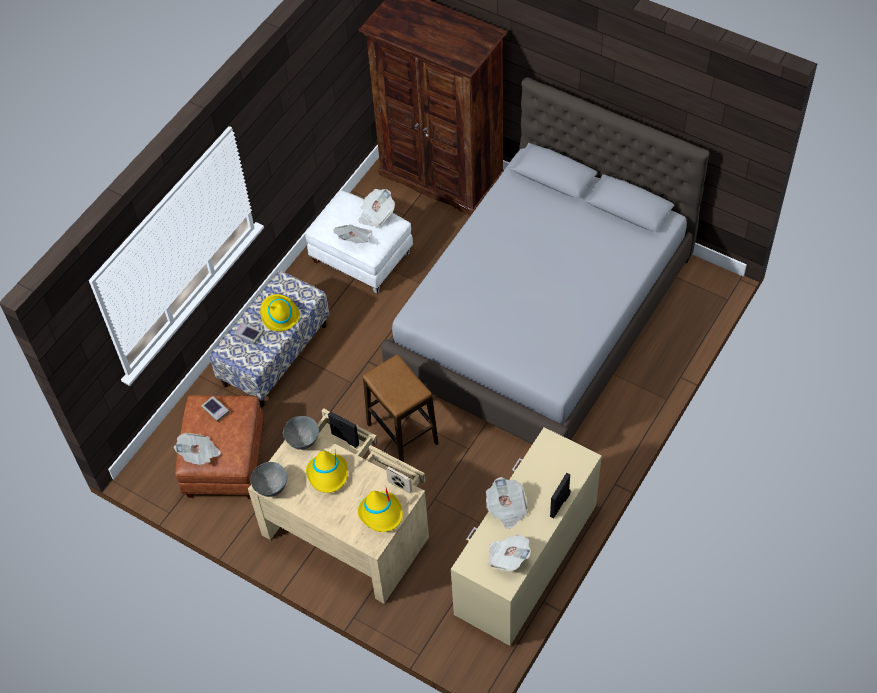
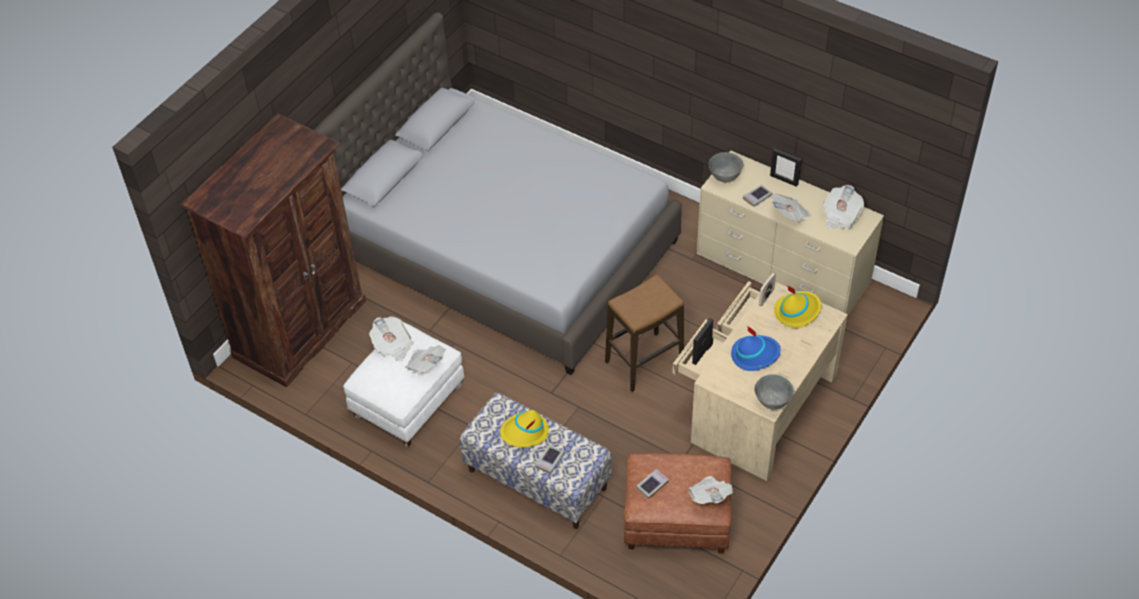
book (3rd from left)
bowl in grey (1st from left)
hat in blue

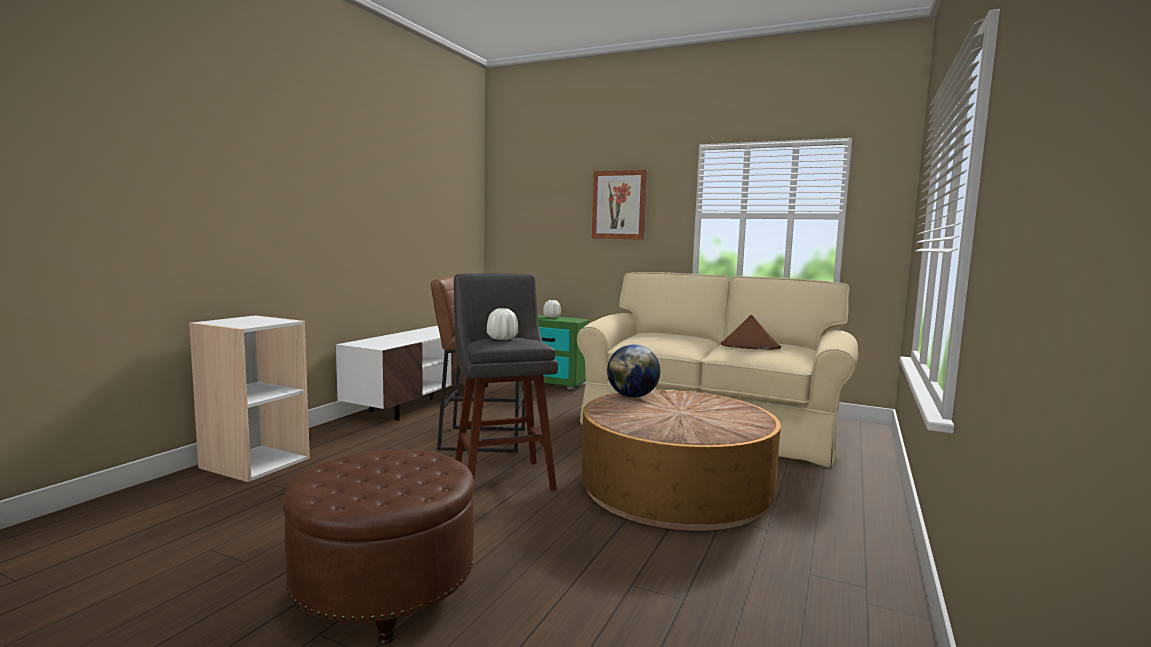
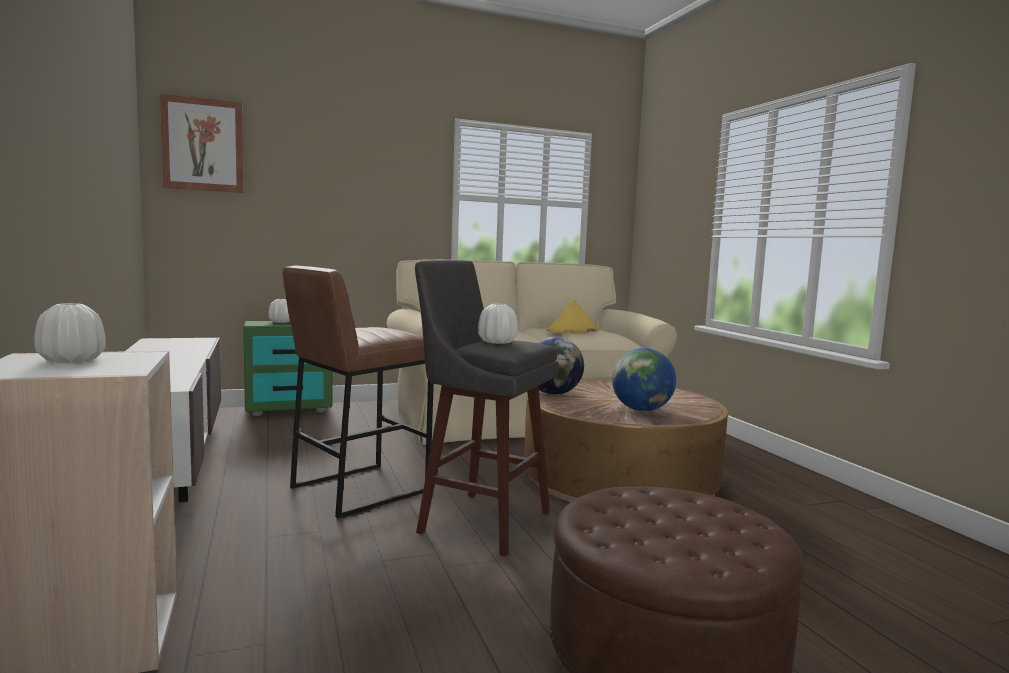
vase in white (1st from left)
globe (2nd from left)
picture
hat in yellow

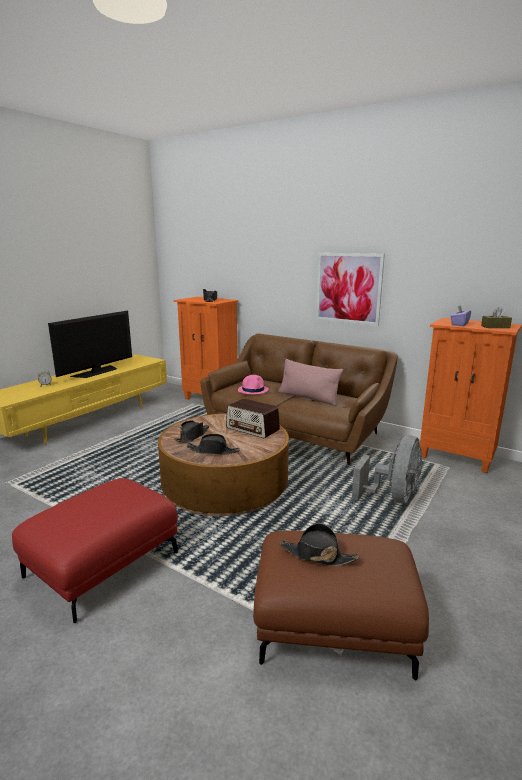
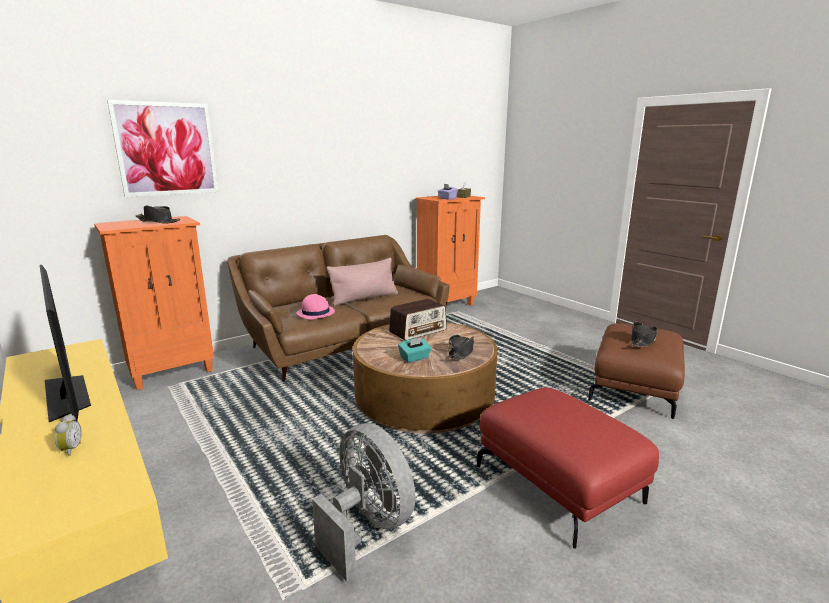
picture
fan in grey
tissue box in turquoise

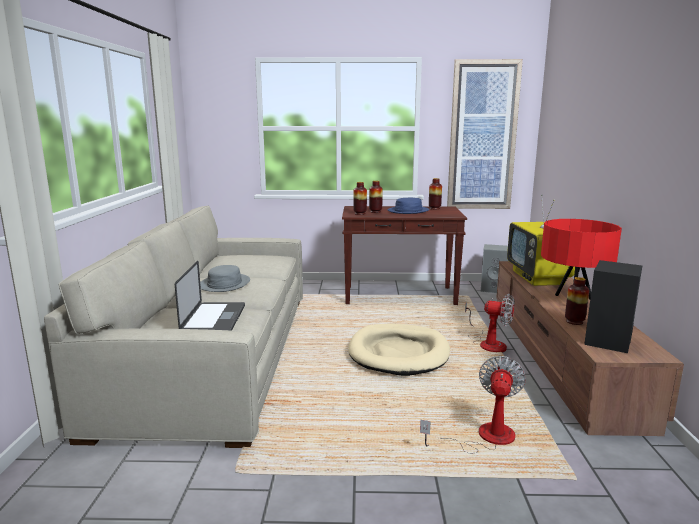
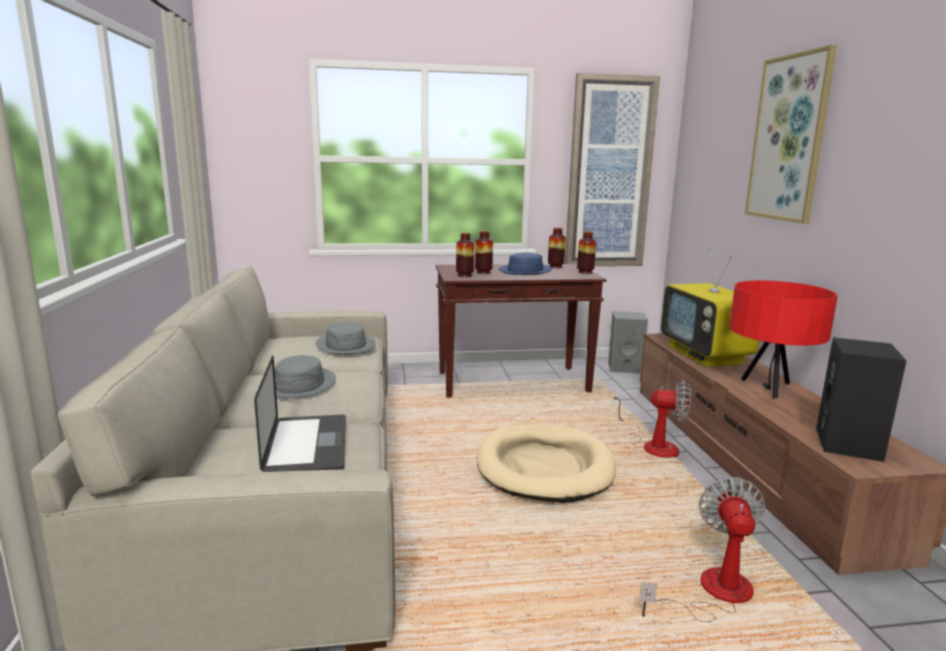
hat in grey (2nd from left)
picture (2nd from left)
vase (4th from left)

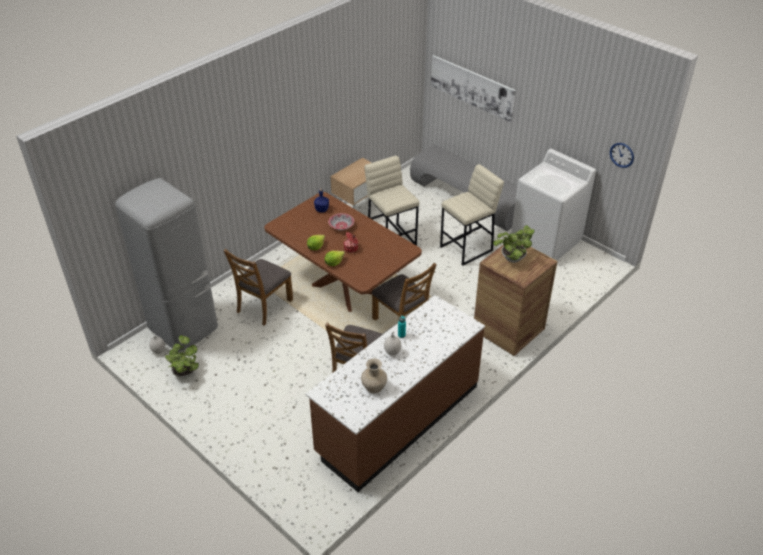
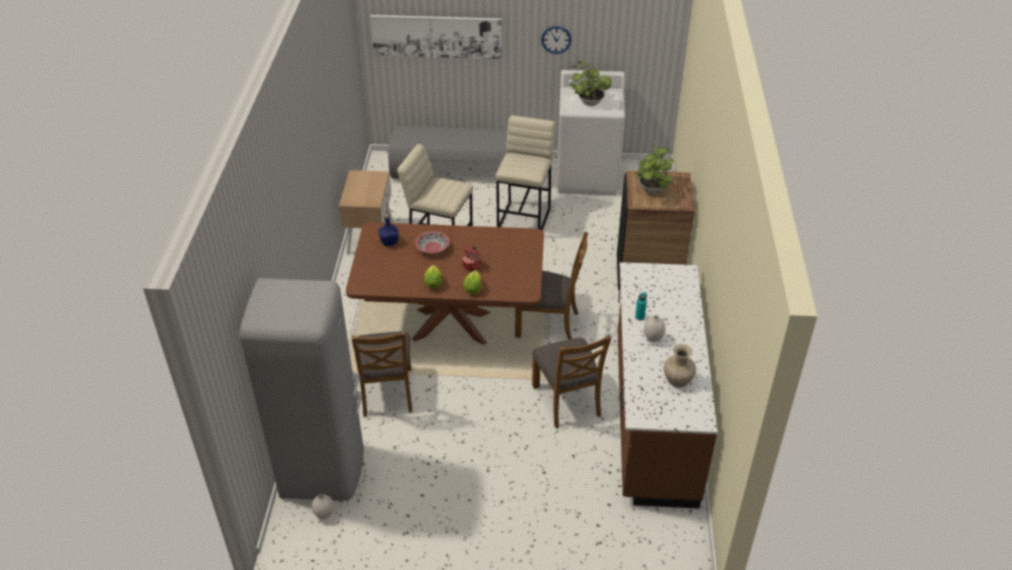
potted plant (1st from left)
wall clock

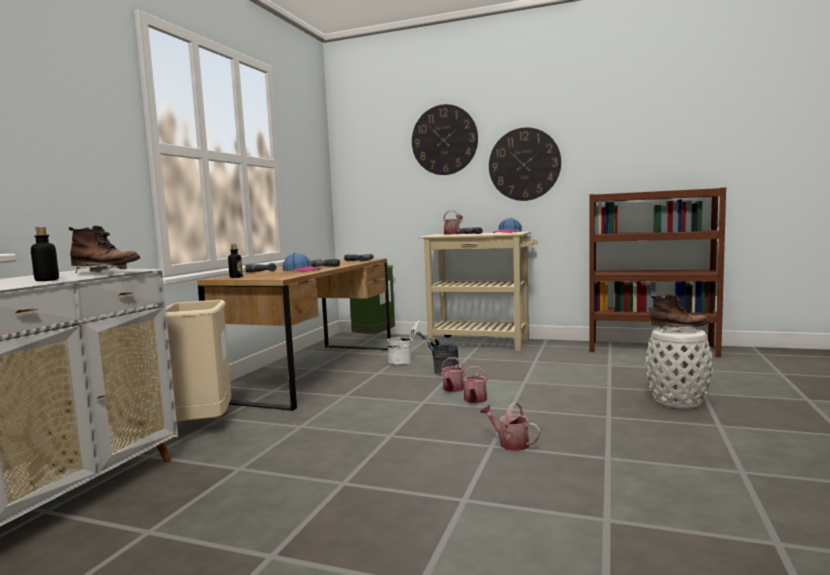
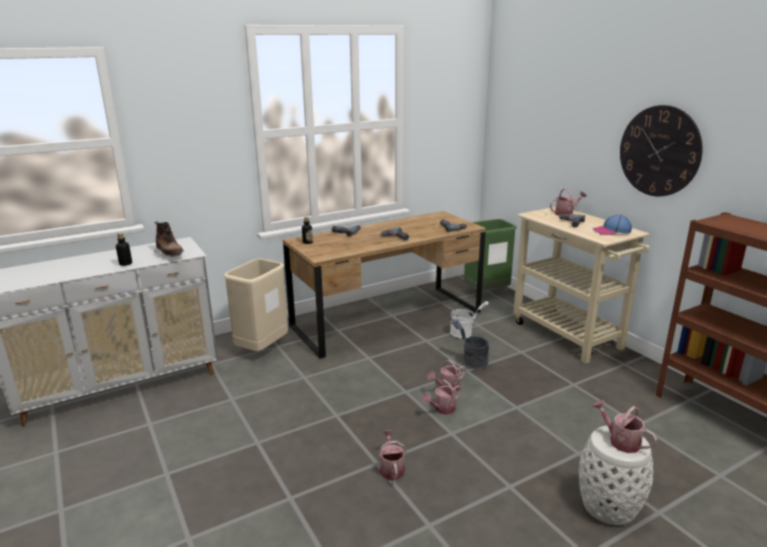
cap (1st from left in the first image)
wall clock (1st from left in the first image)
watering can (5th from left)

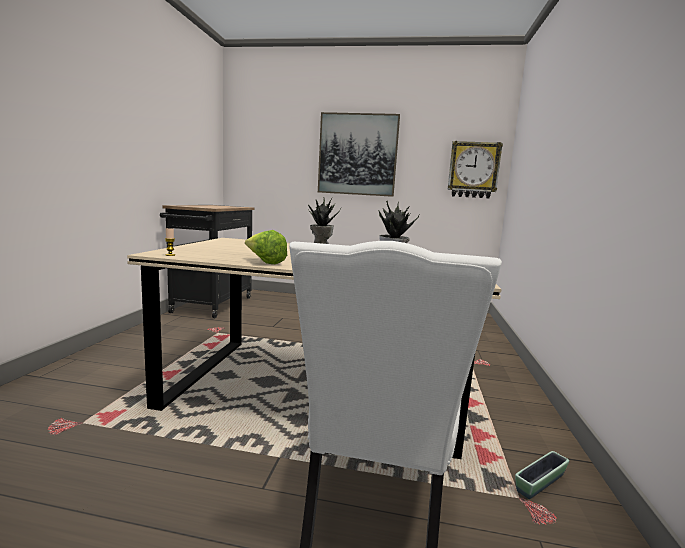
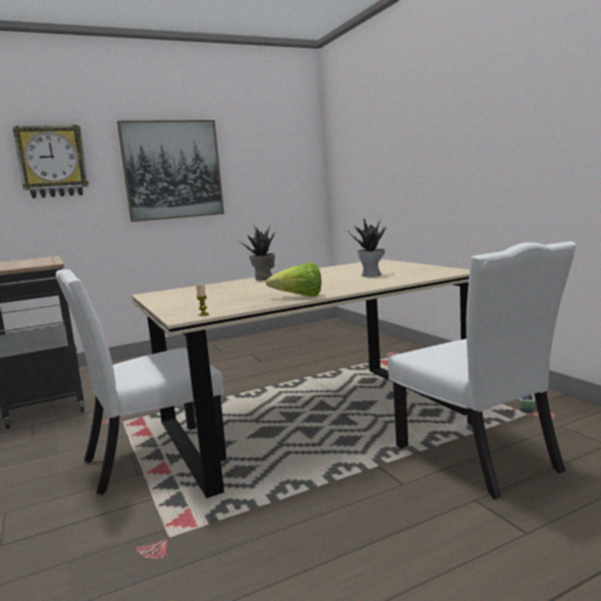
chair in white (1st from left)
wall clock

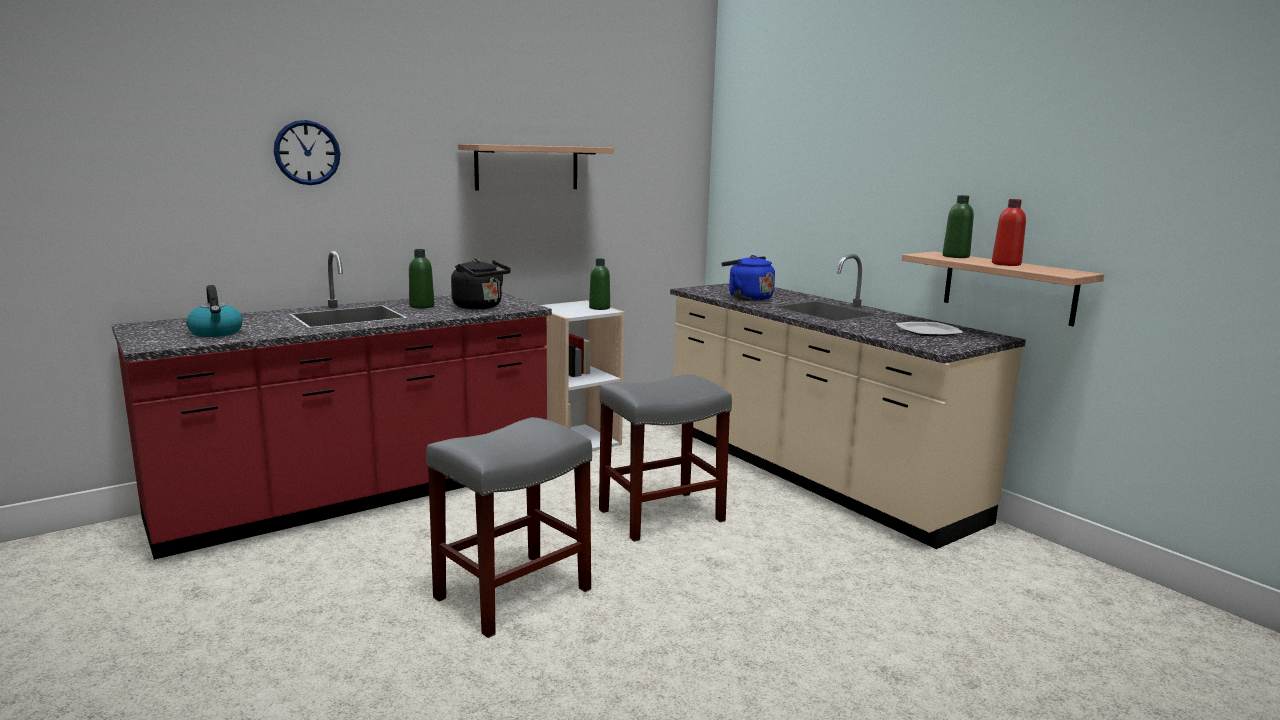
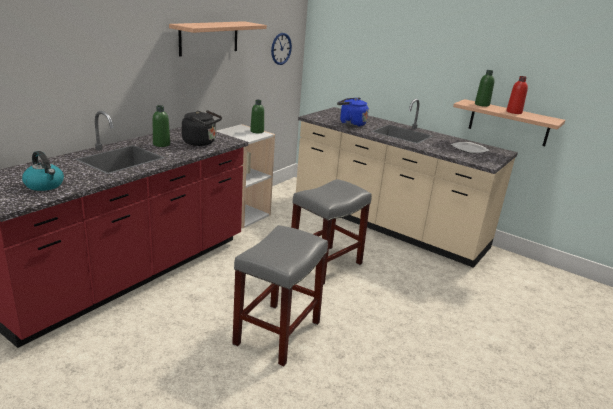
wall clock

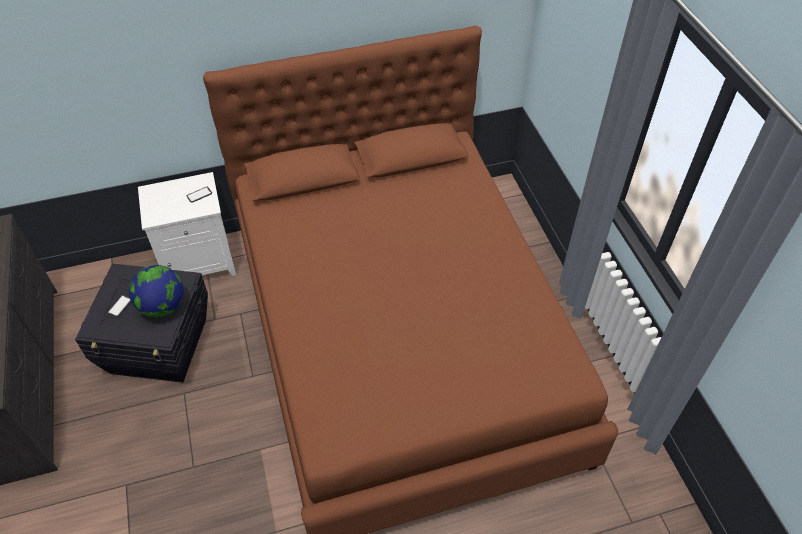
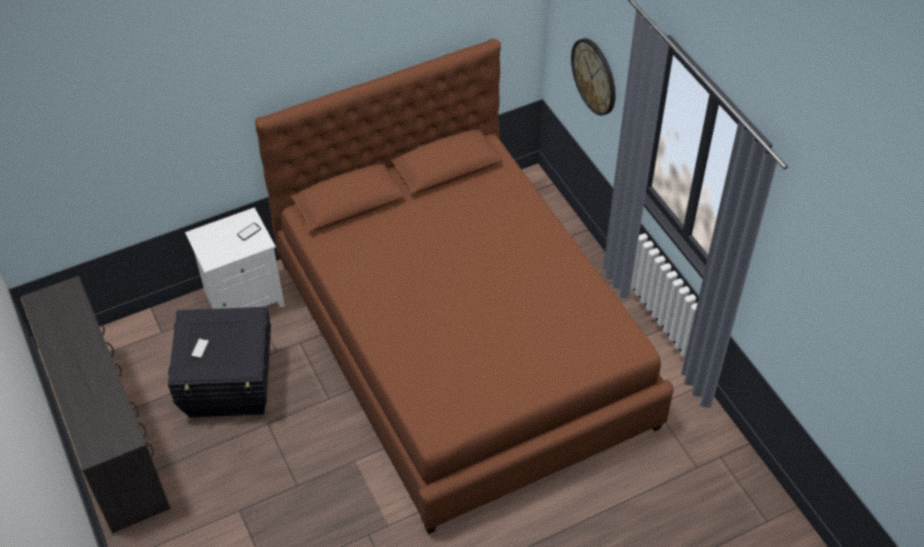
globe
wall clock

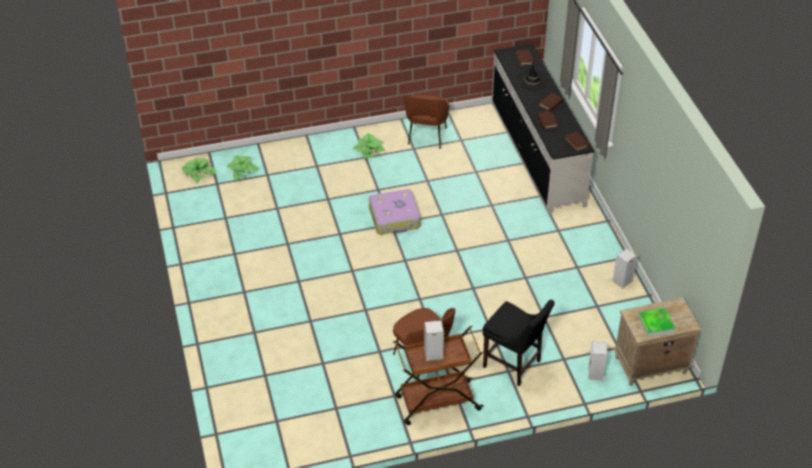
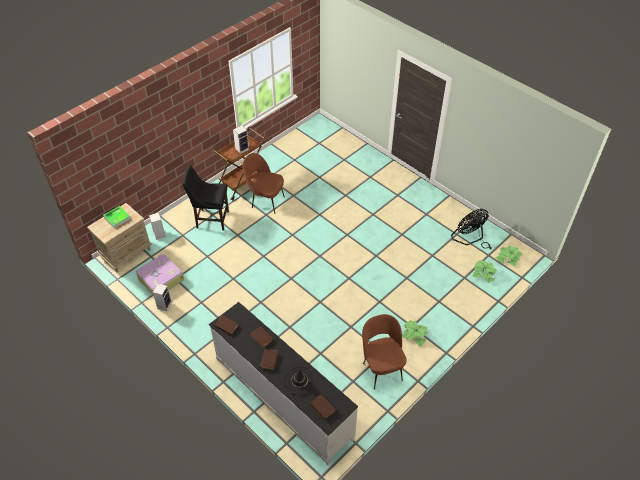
fan in black
suitcase

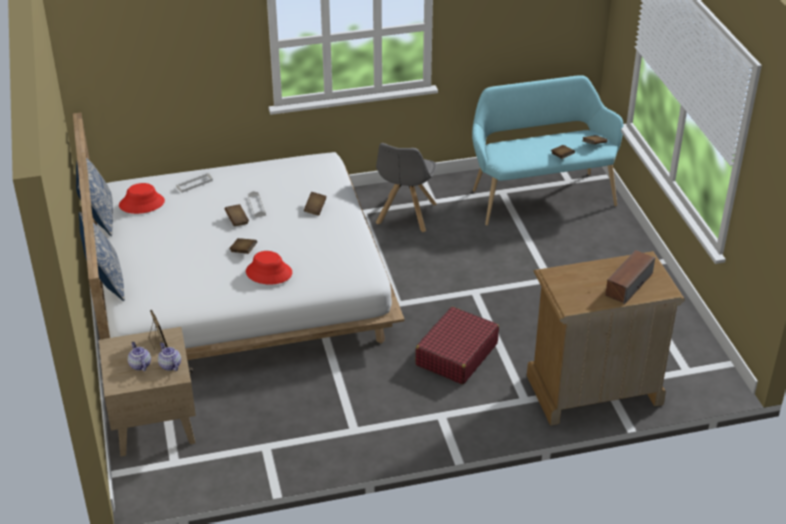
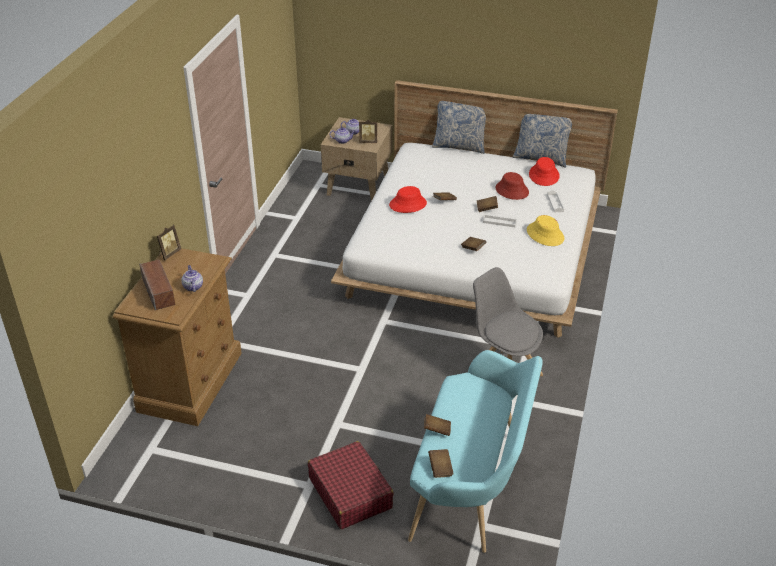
picture frame (1st from left)
teapot (1st from left)
hat in red (2nd from left)
hat in yellow
suitcase in red

